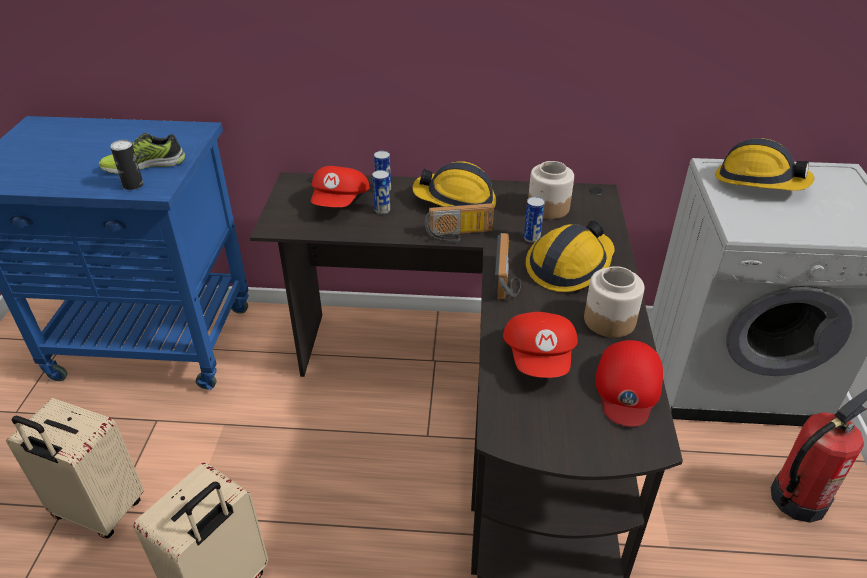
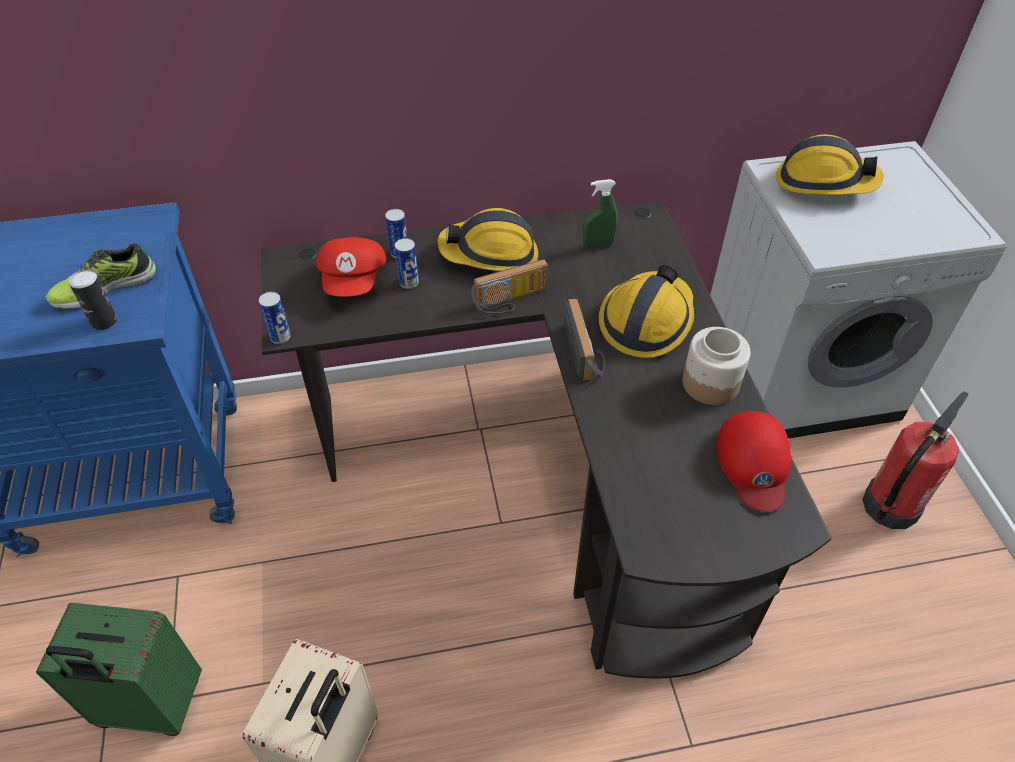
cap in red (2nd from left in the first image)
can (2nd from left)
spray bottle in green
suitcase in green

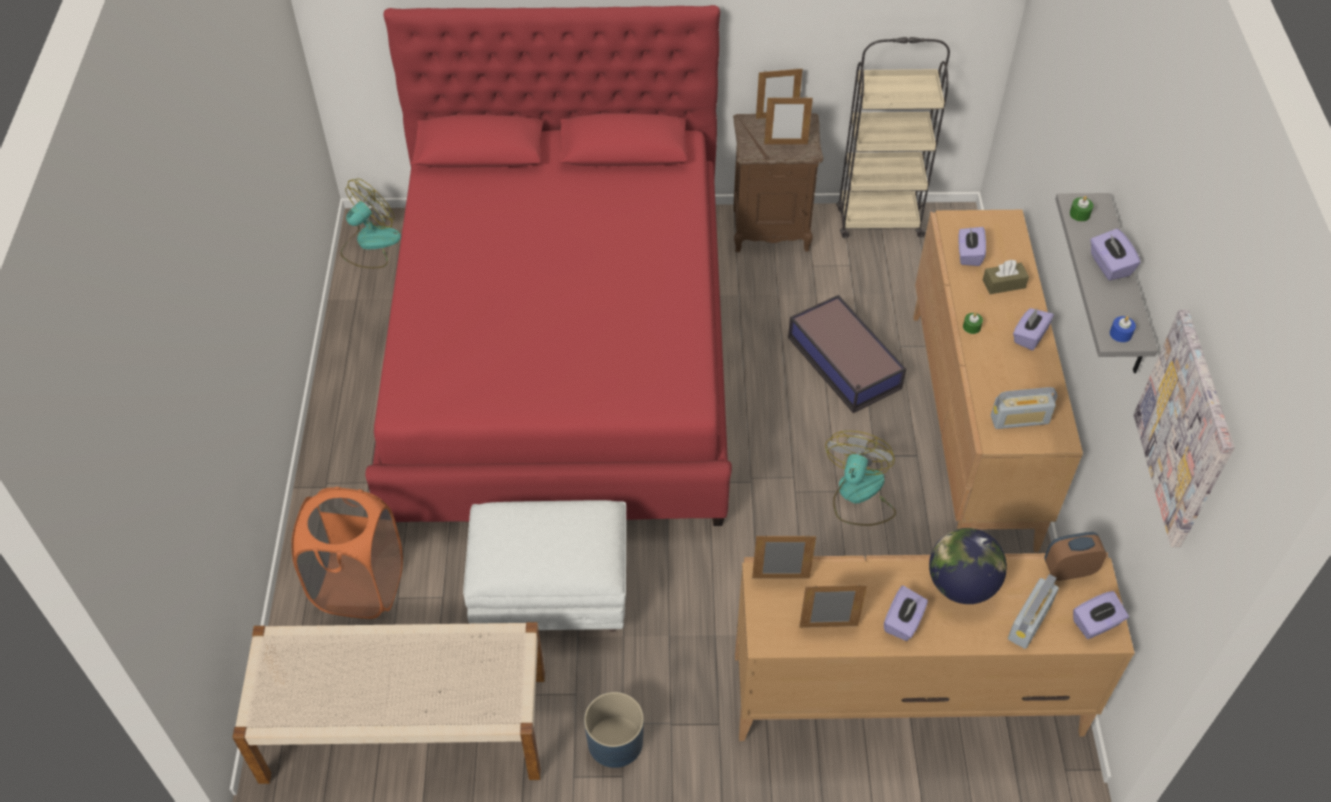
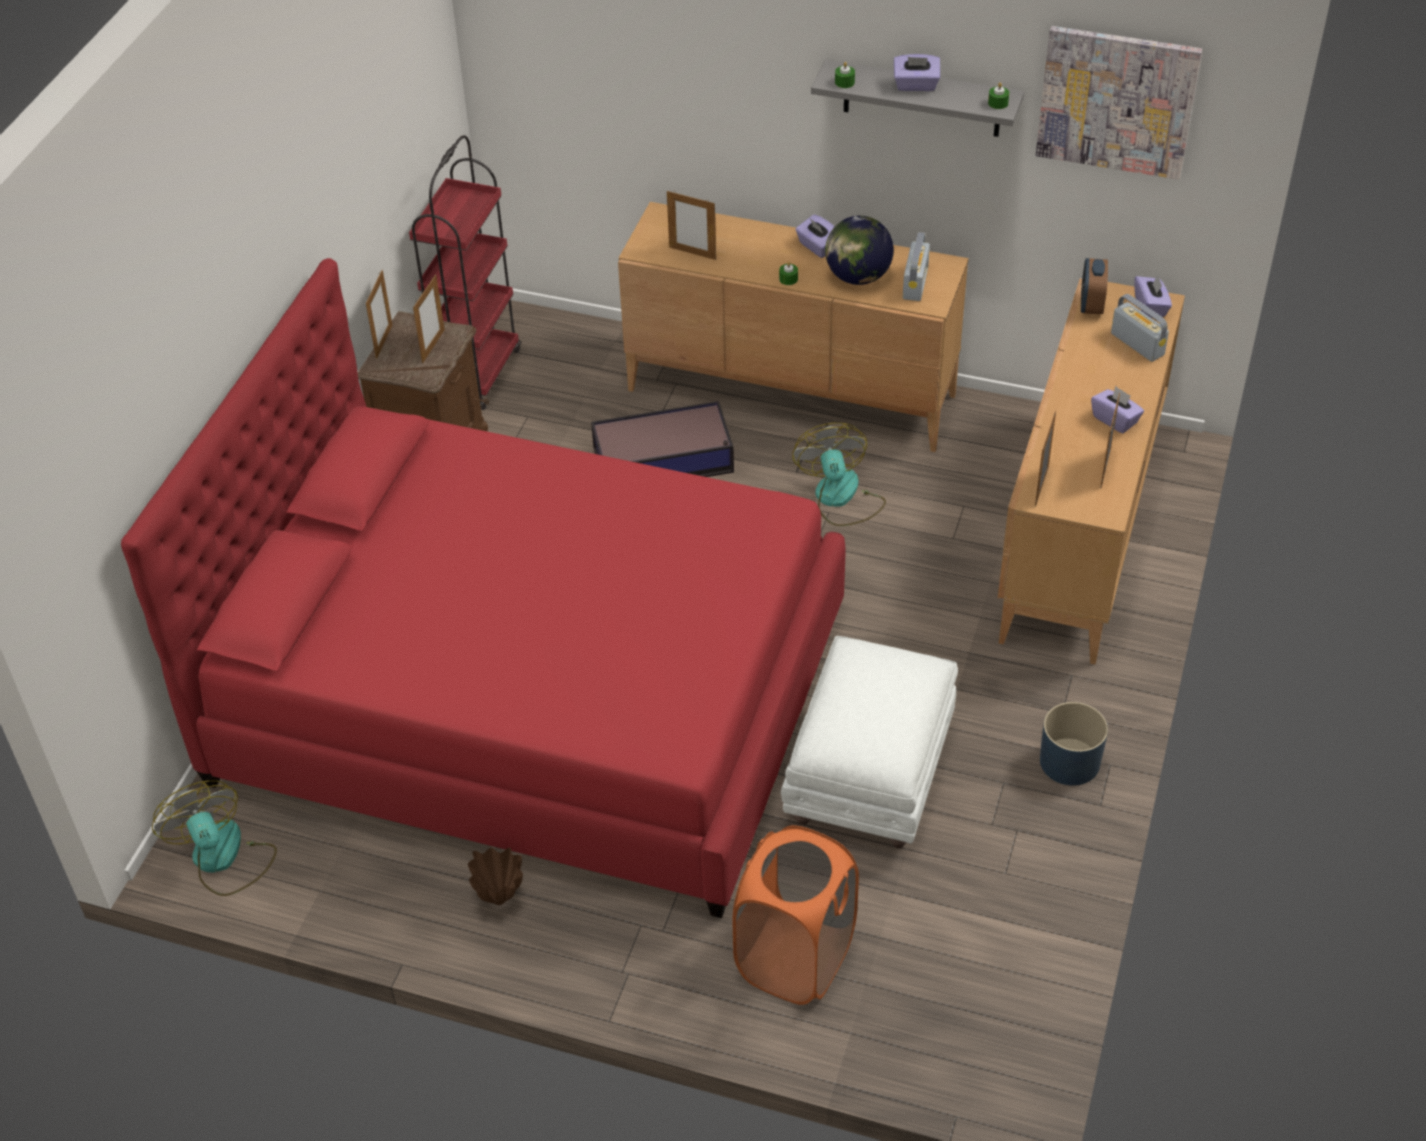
bench in beige
tissue box in brown
vase in brown
globe
picture frame (3rd from left)
cart in red
candle in green (3rd from left)
fan (2nd from left)

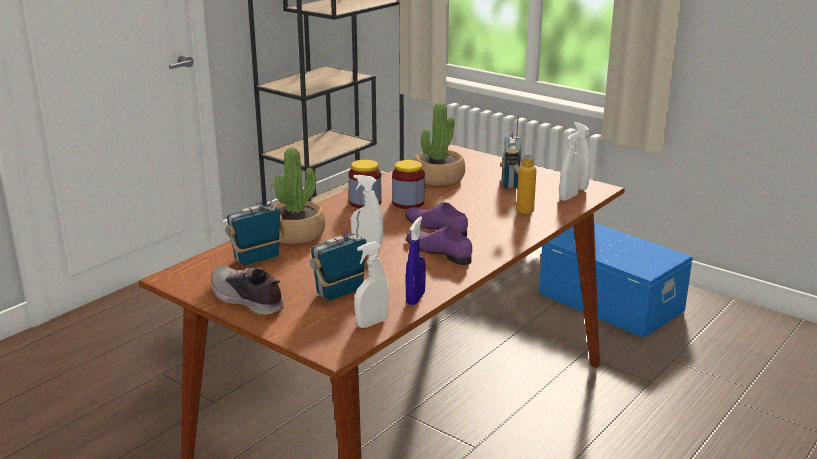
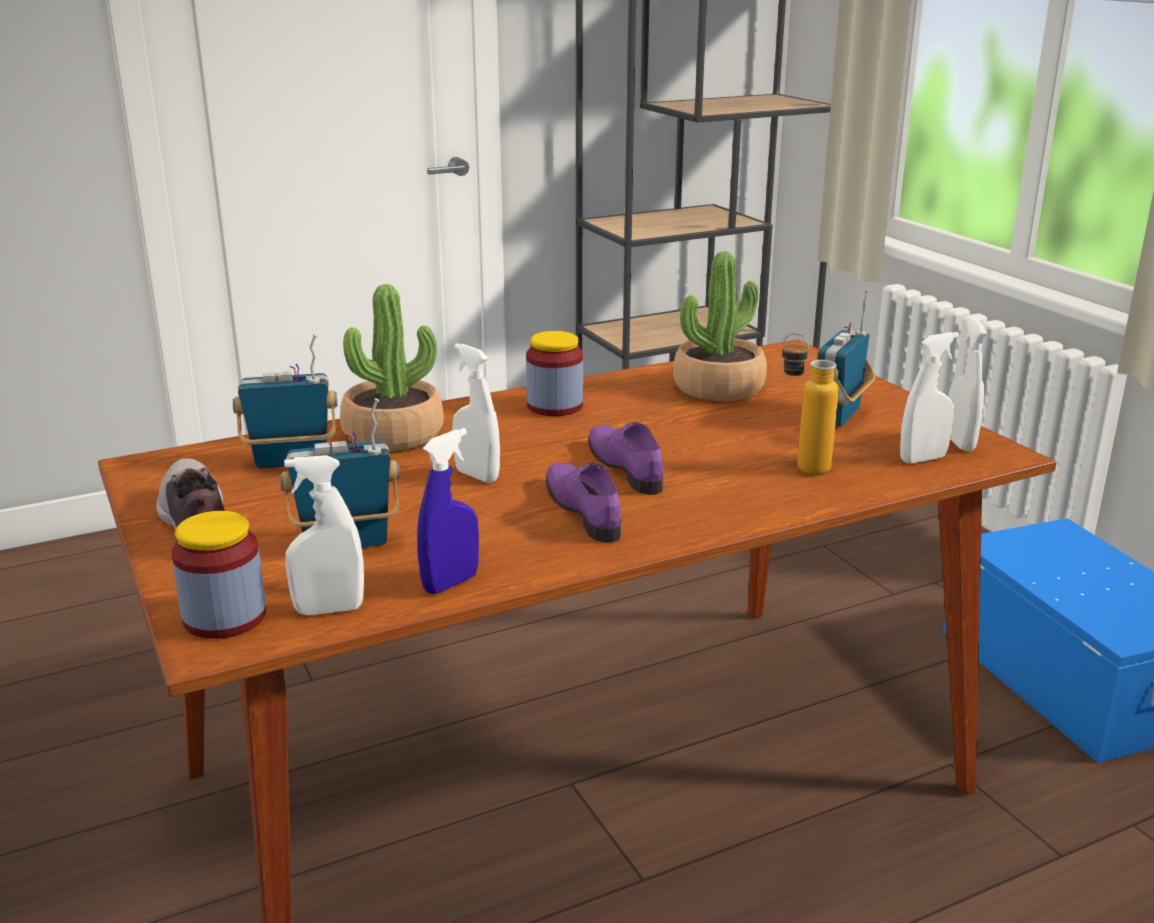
jar (1st from left)

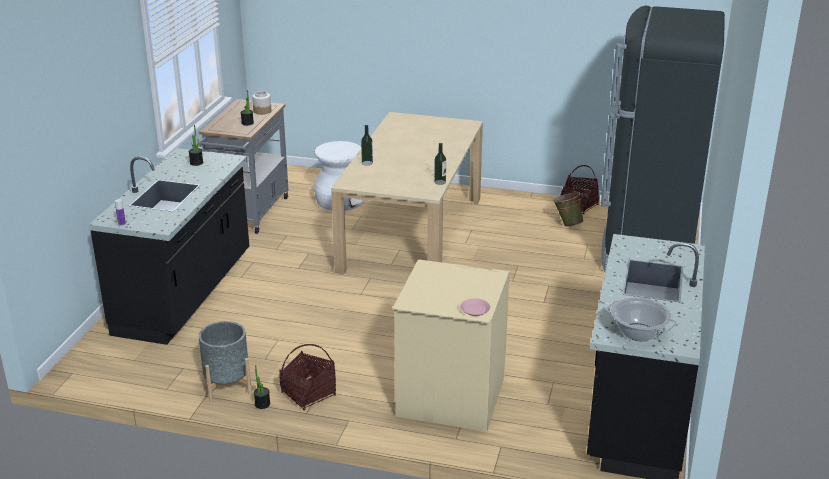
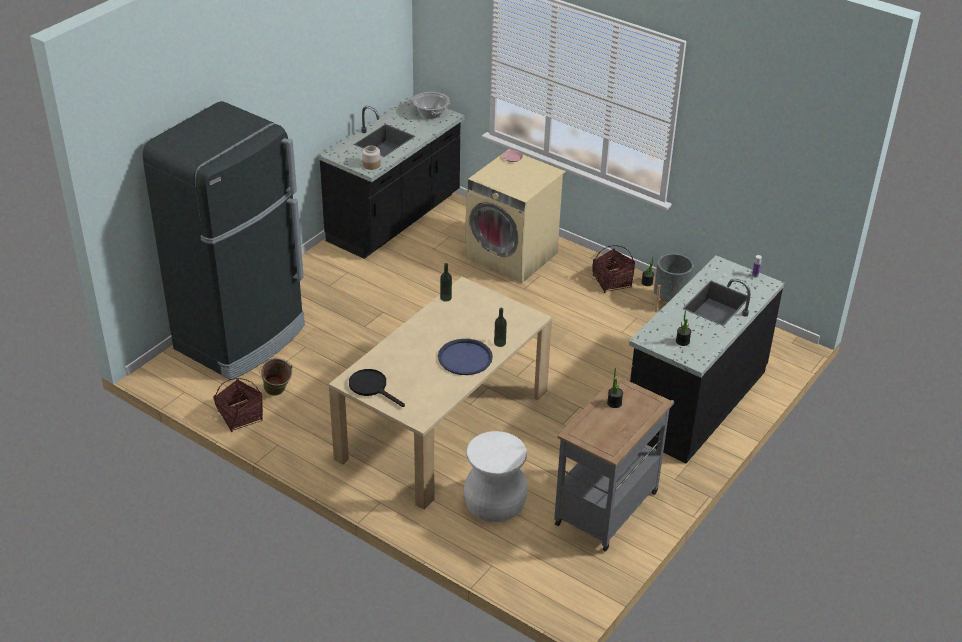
frying pan in black
tray in blue
jar

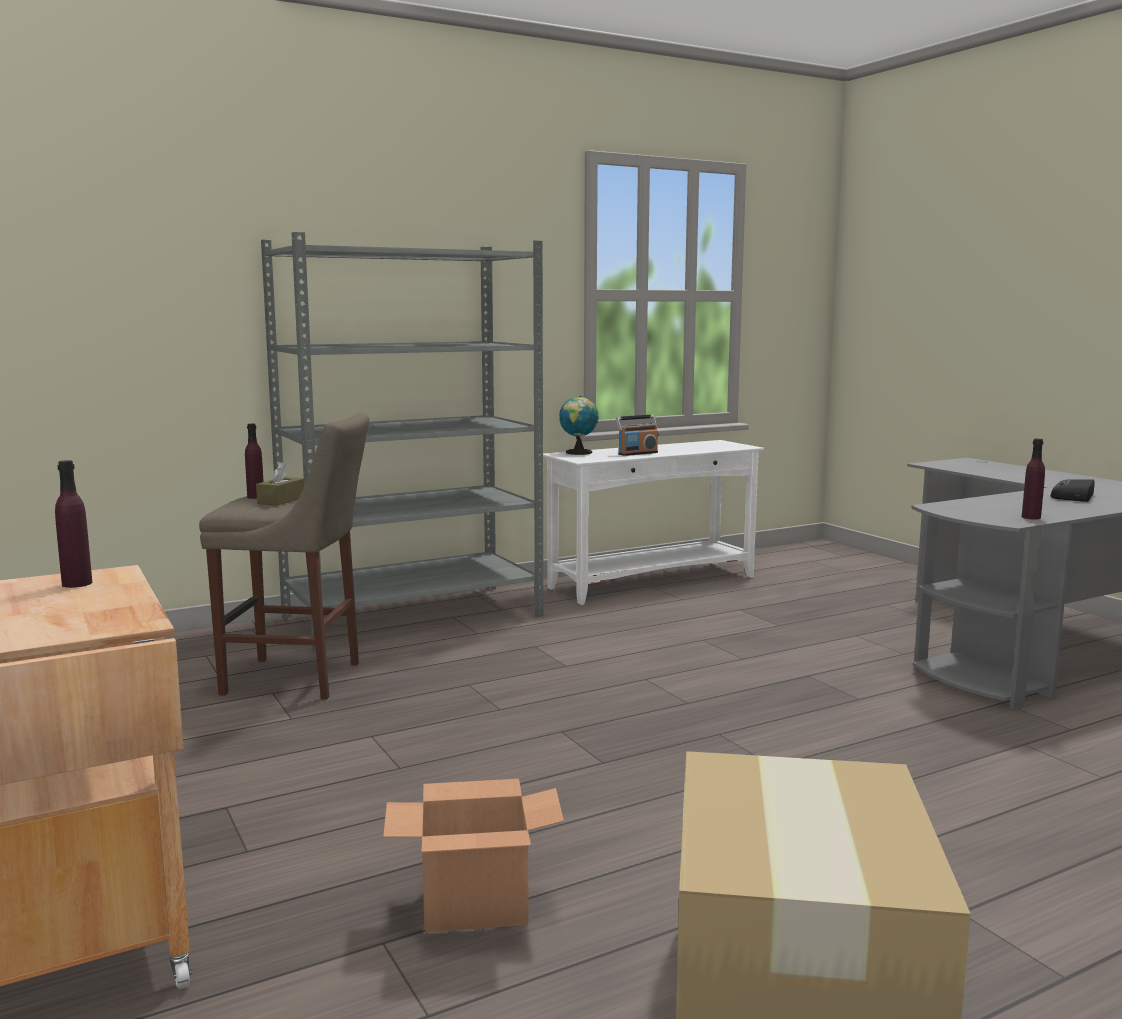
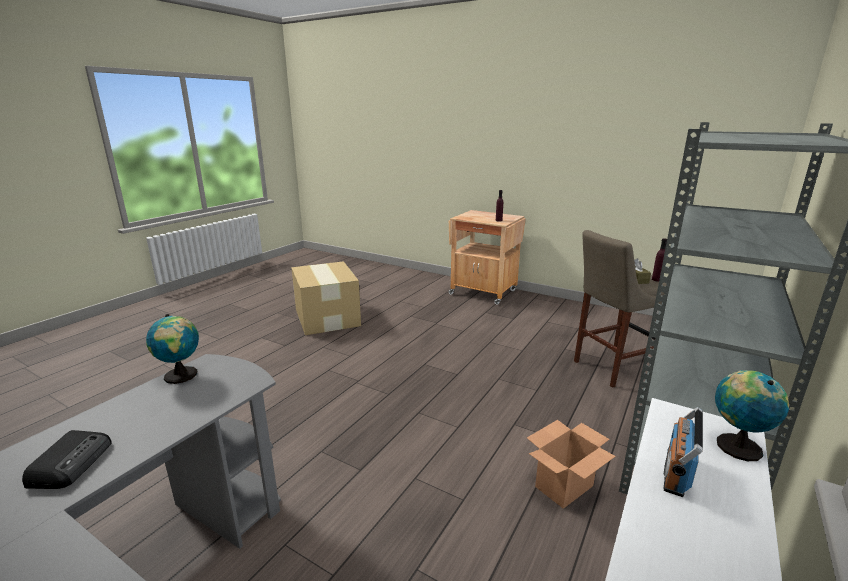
cardboard box (2nd from left)
globe (1st from left)

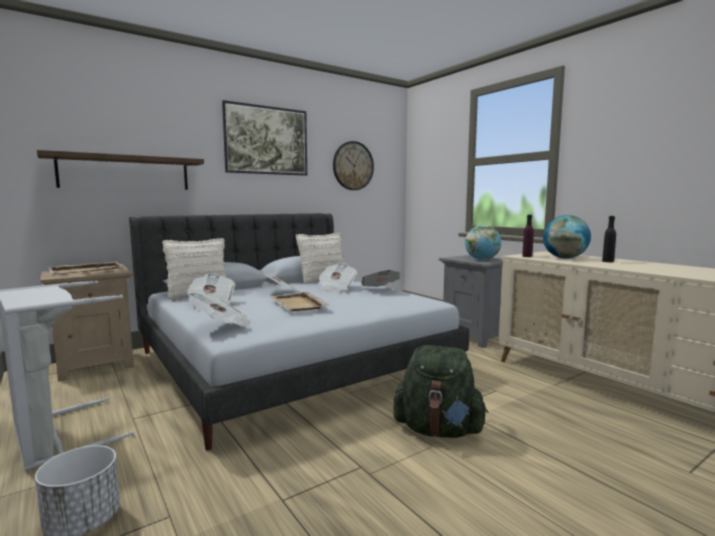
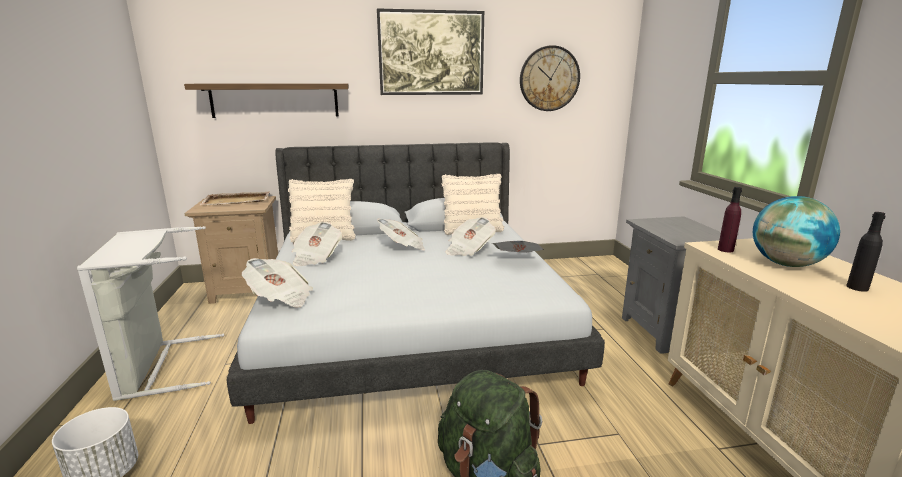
tray in beige (2nd from left in the first image)
globe (1st from left in the first image)

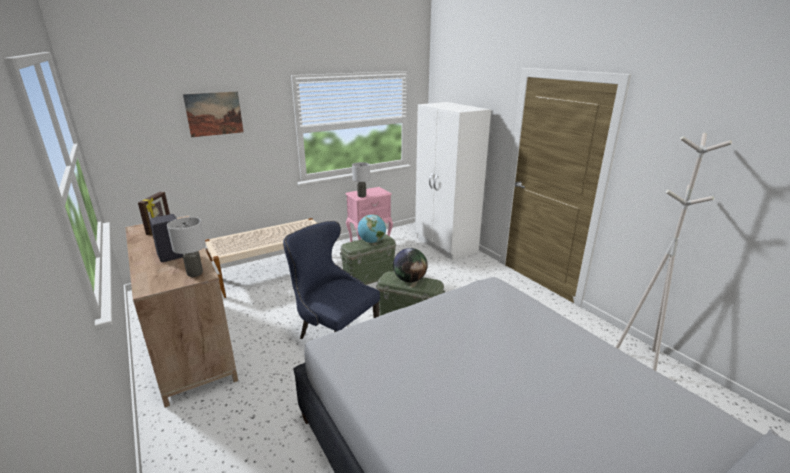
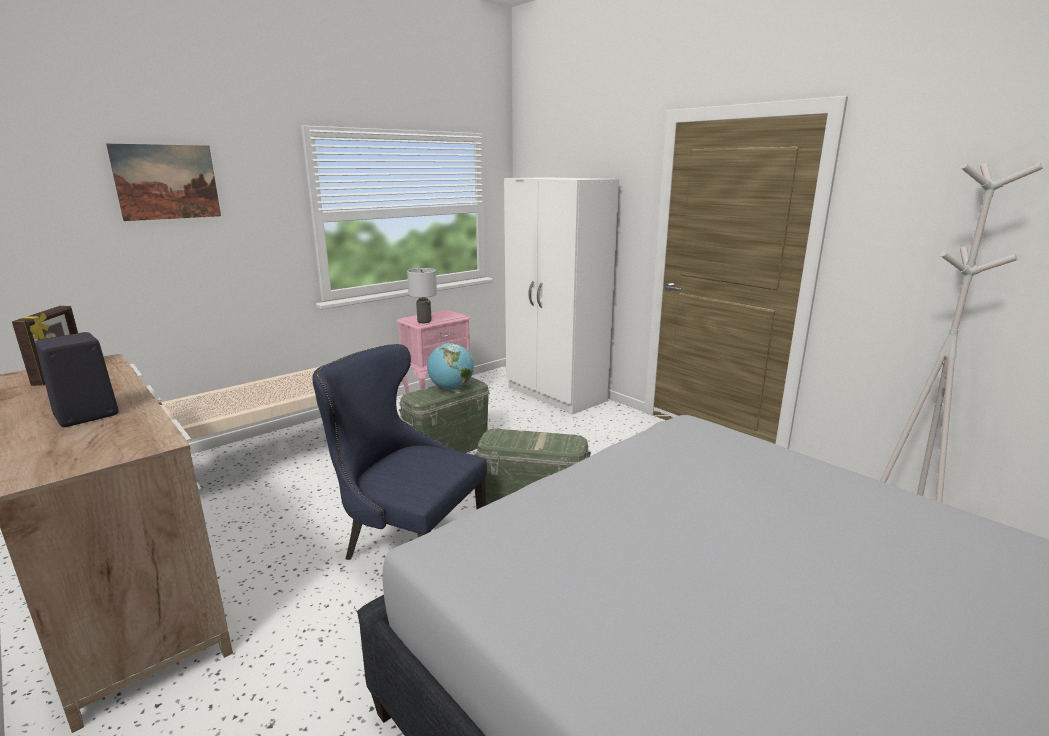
table lamp in white (1st from left in the first image)
globe (2nd from left in the first image)

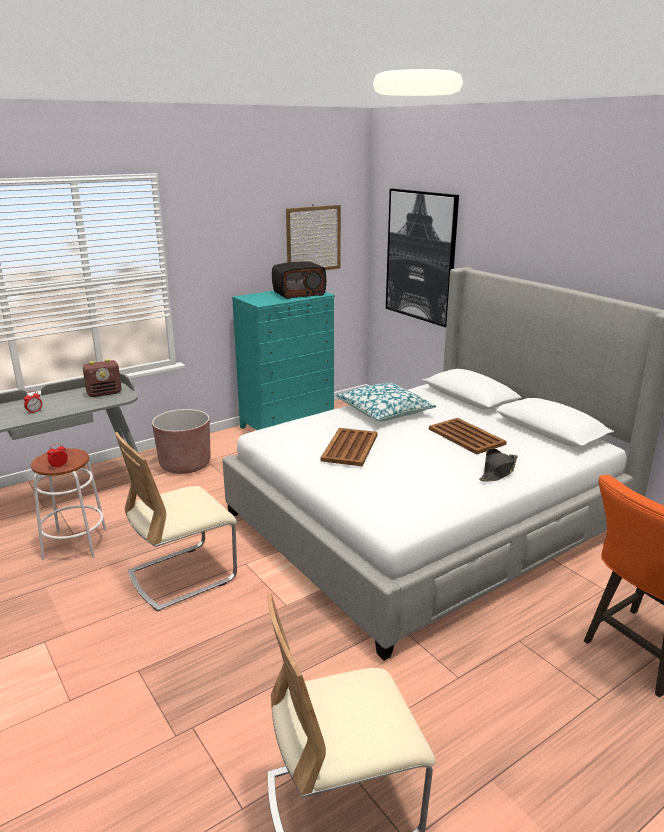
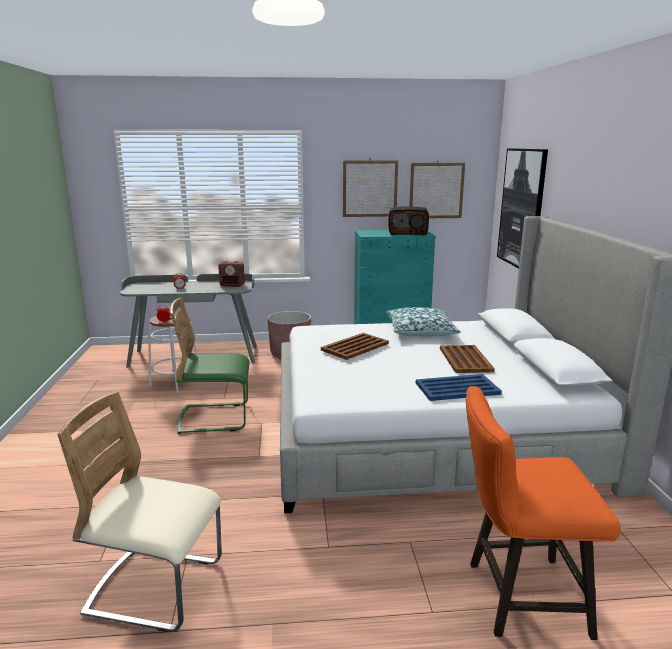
picture (1st from left)
tray in blue
chair in green

